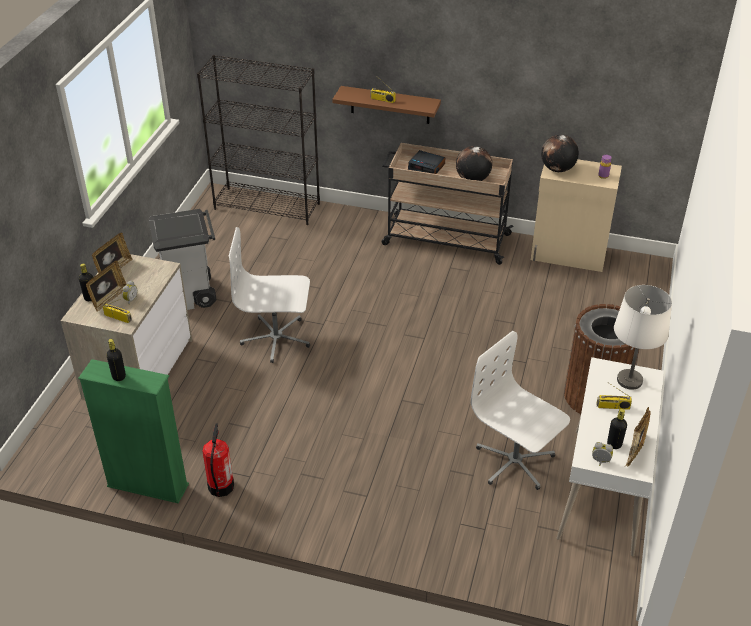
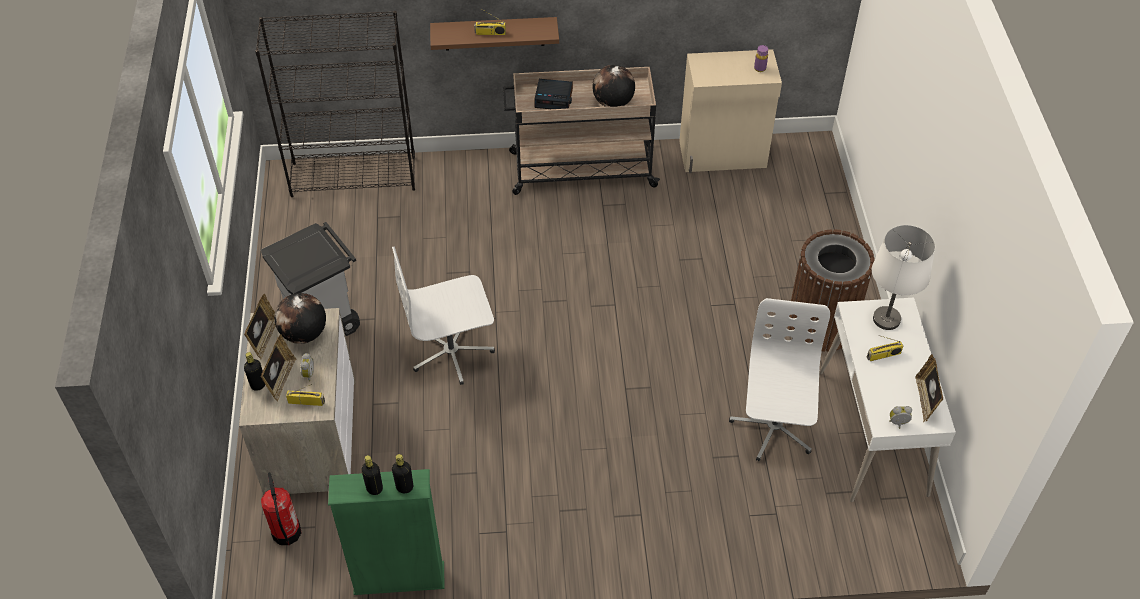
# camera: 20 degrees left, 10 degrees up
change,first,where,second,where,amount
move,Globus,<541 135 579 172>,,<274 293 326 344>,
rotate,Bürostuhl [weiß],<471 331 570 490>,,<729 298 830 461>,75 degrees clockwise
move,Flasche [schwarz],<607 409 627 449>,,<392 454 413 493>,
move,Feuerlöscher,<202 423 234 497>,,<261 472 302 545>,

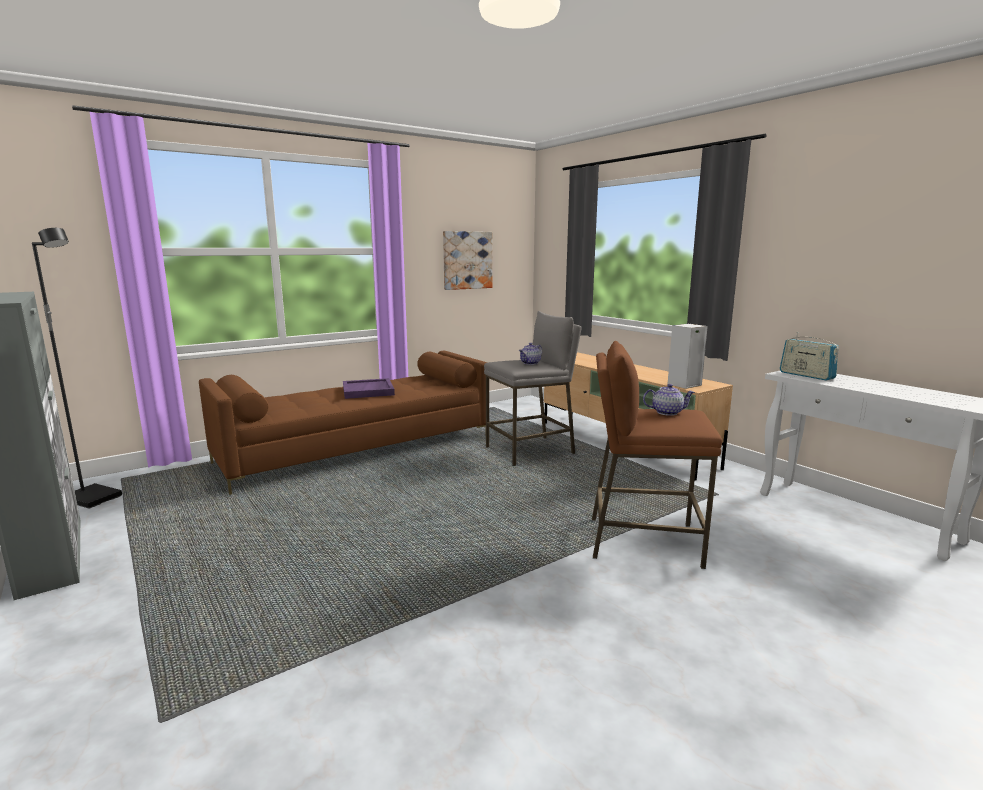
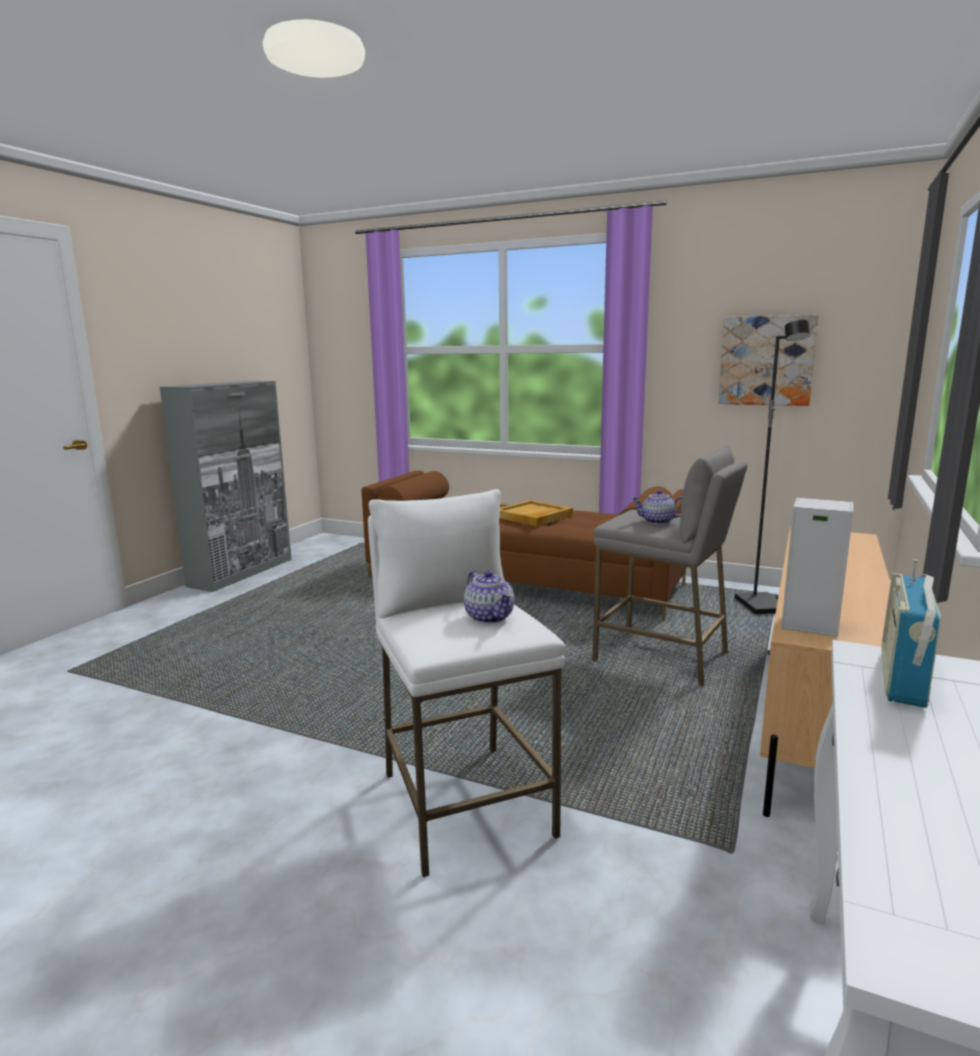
# camera: 60 degrees right, 0 degrees up
change,first,where,second,where,amount
move,Stehlampe [schwarz],<32 228 122 509>,,<735 320 810 615>,
recolor,Hocker [braun],<592 341 722 569>,Hocker [weiß],<368 489 565 877>,
recolor,Tablett [lila],<343 378 395 399>,Tablett [beige],<499 500 573 526>,

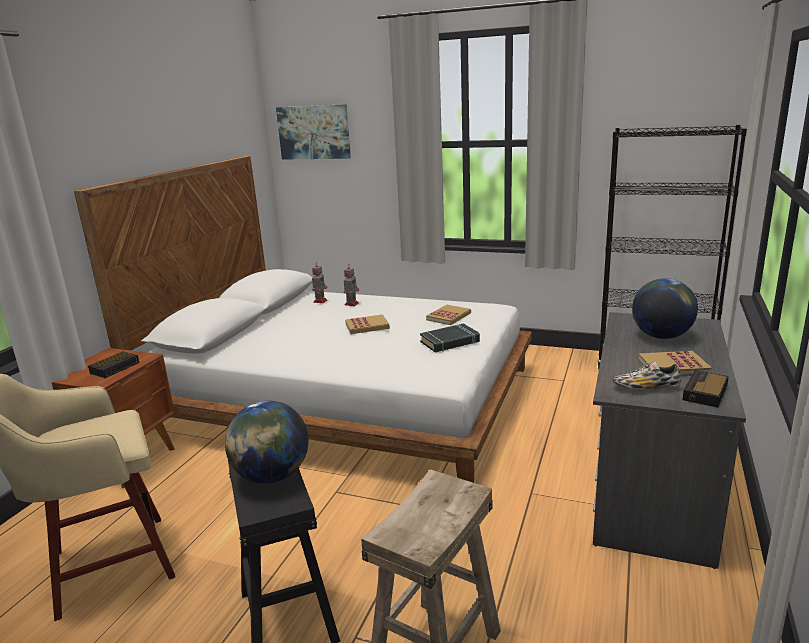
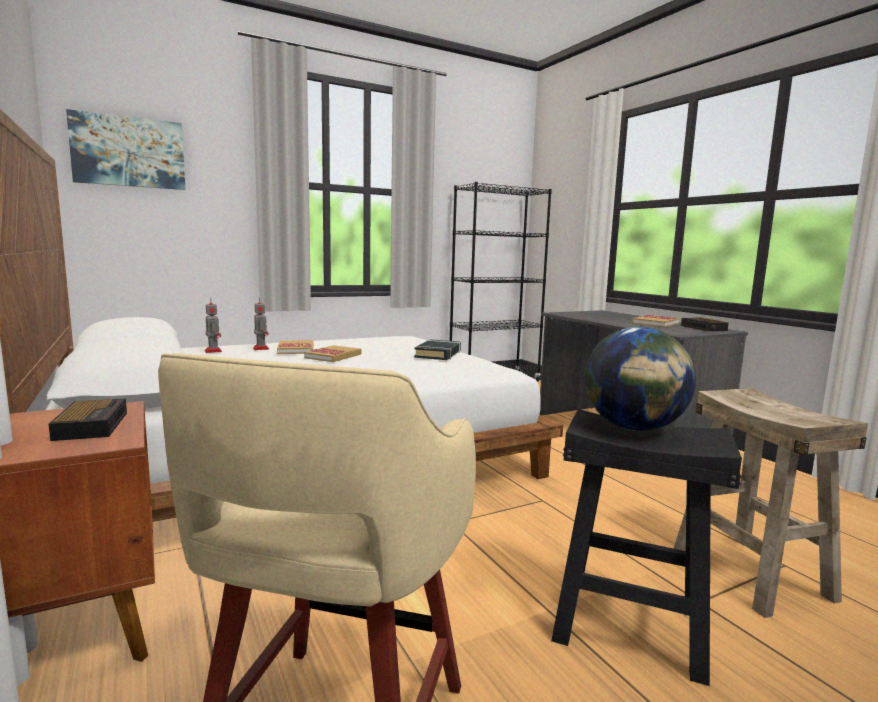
# camera: 50 degrees left, 10 degrees down
change,first,where,second,where,amount
delete,Globus,<632 278 698 339>,,,
move,Buch,<426 305 471 325>,,<277 340 313 354>,
delete,Schuh,<613 361 681 390>,,,

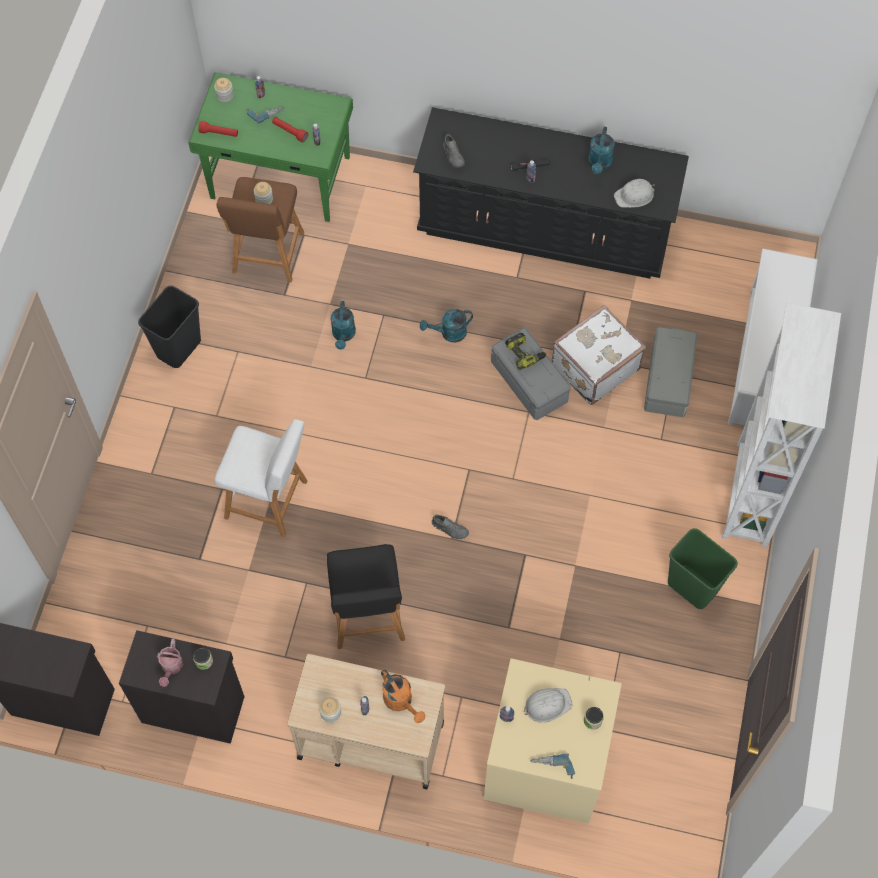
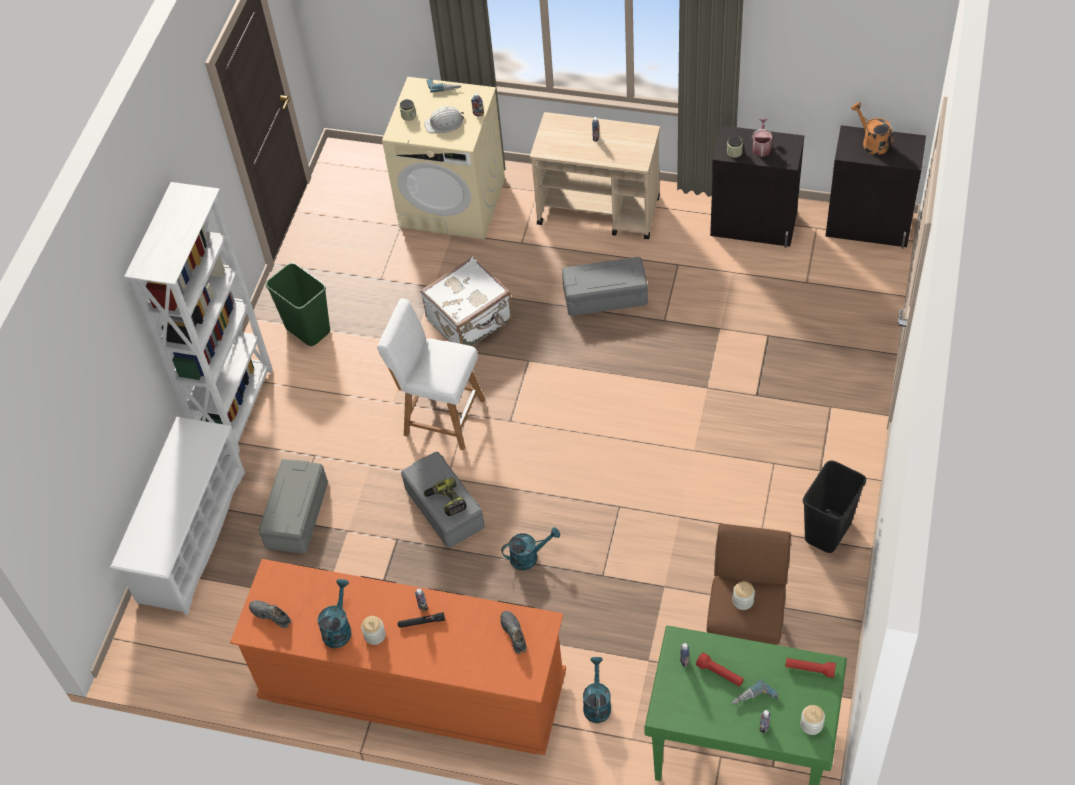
# camera: 175 degrees left, 10 degrees down
change,first,where,second,where,amount
recolor,Kommode [schwarz],<413 107 689 279>,Kommode [orange],<230 559 566 755>,
delete,Schutzhelm [weiß],<614 179 655 208>,,,
move,Gießkanne [türkis],<331 301 356 350>,,<583 657 611 723>,
move,Koffer [weiß],<552 305 646 405>,,<420 257 513 346>,
move,Hocker [weiß],<215 419 308 537>,,<377 298 485 450>,
move,Schuh [grau],<432 514 469 539>,,<249 600 291 628>,
replace,Hocker [schwarz],<327 544 405 649>,Aufbewahrungsbox [grau],<562 257 648 316>,
move,Gießkanne [orange],<381 669 425 723>,,<851 102 894 155>,
move,Vorratsglas,<319 697 341 723>,,<361 616 386 645>,

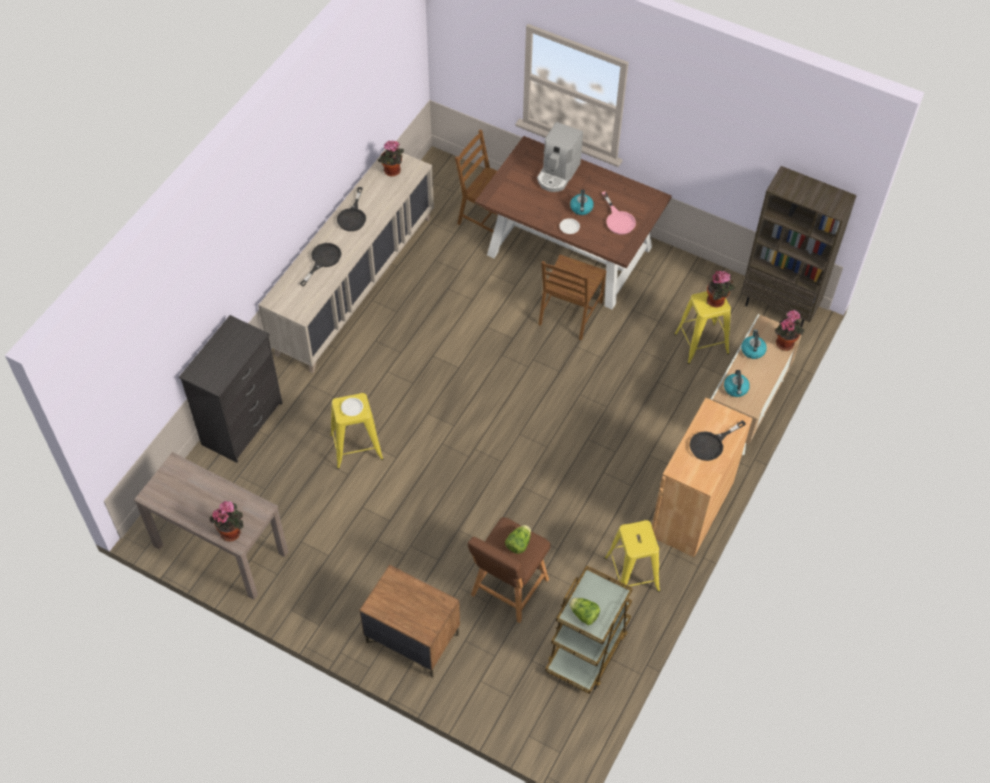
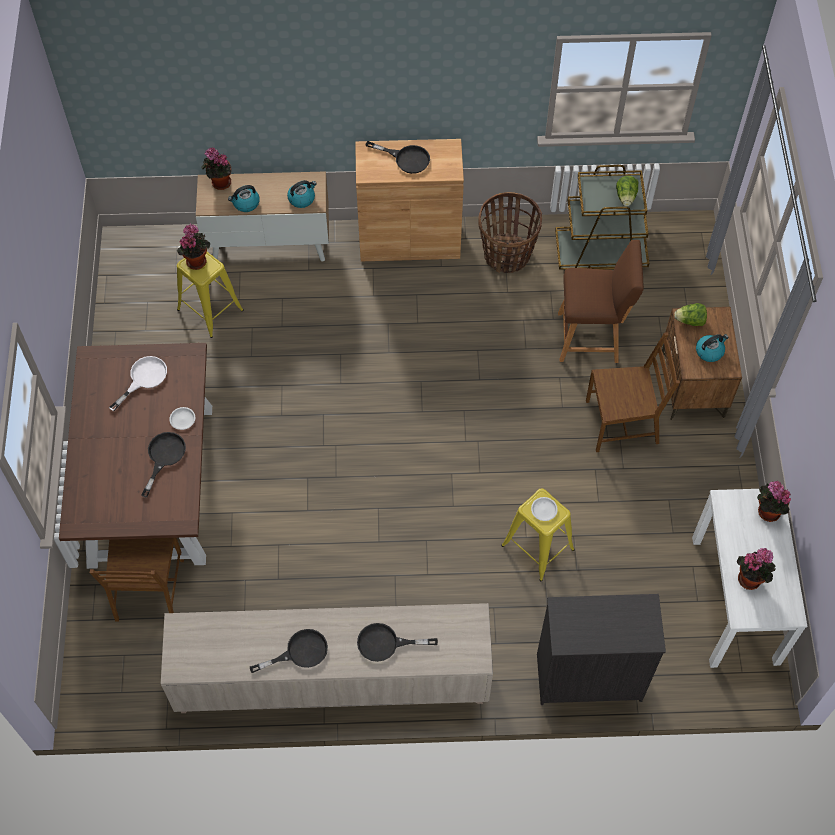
# camera: 120 degrees left, 5 degrees up
change,first,where,second,where,amount
delete,Kaffeemaschine,<537 122 583 192>,,,
move,Topfpflanze,<378 141 404 176>,,<737 548 776 590>,
delete,Bücherregal [braun],<741 166 857 327>,,,
move,Wasserkessel,<570 189 594 215>,,<696 334 729 362>,
recolor,Pfanne [rosa],<602 191 636 235>,Pfanne [weiß],<109 356 167 411>,
move,Stuhl [braun],<538 255 606 340>,,<586 332 680 452>,
recolor,Konsolentisch [braun],<134 452 288 600>,Konsolentisch [weiß],<692 489 807 668>,
replace,Hocker [gelb],<605 520 660 592>,Korb,<478 192 542 273>,
move,Salatkopf,<505 525 531 554>,,<674 303 707 326>,
insert,,,Pfanne [schwarz],<141 432 186 497>,

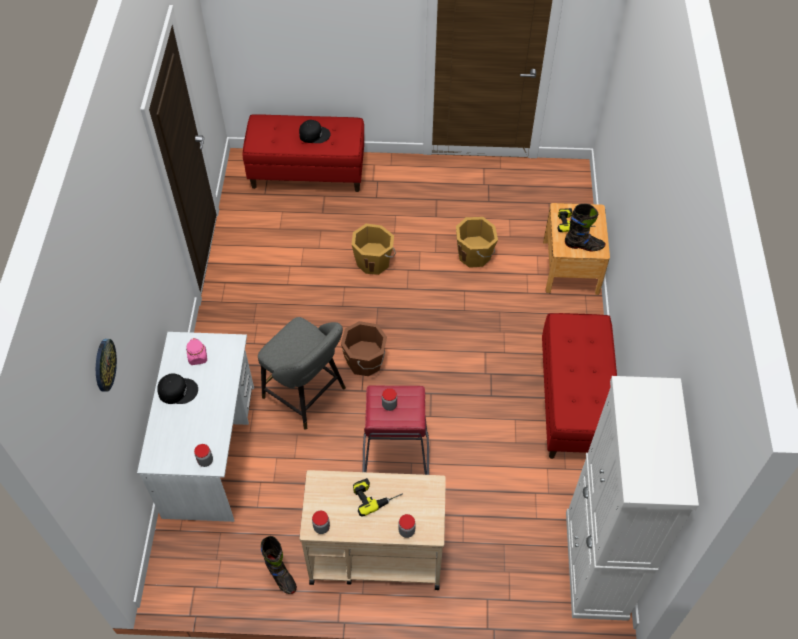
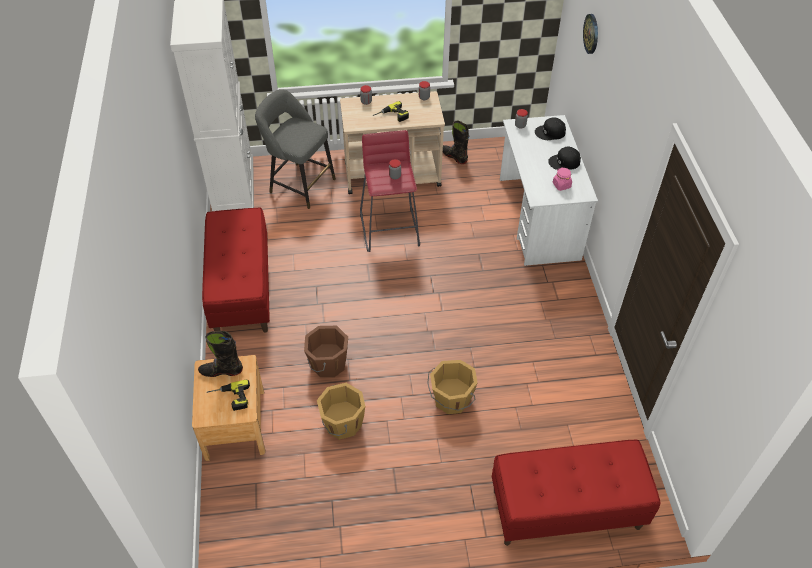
# camera: 170 degrees right, 5 degrees down
change,first,where,second,where,amount
move,Kappe [schwarz],<299 120 331 143>,,<535 117 566 140>,
move,Hocker [grau],<258 317 346 430>,,<255 89 336 209>,
move,Eimer [braun],<341 321 387 376>,,<304 326 348 377>,

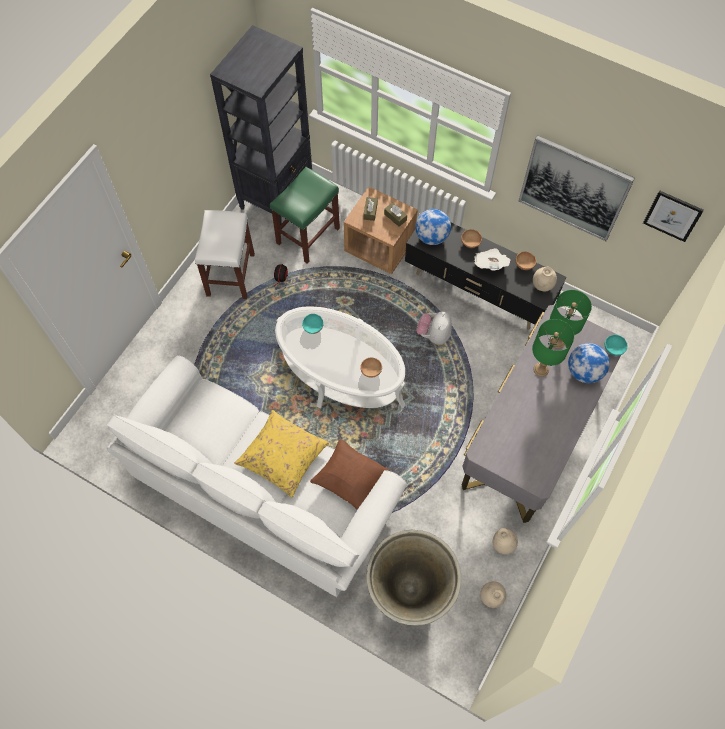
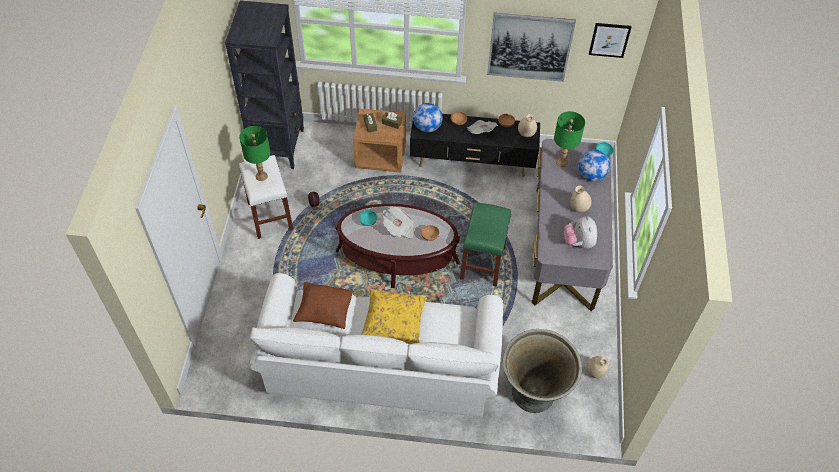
# camera: 25 degrees left, 10 degrees down
change,first,where,second,where,amount
move,Hocker [grün],<270 167 340 264>,,<460 202 511 287>,
recolor,Couchtisch [weiß],<275 306 405 409>,Couchtisch [braun],<335 204 460 288>,
move,Plüschtier,<416 311 452 344>,,<563 216 597 249>,
move,Tischlampe [grün],<532 319 574 377>,,<239 126 270 181>,
move,Kissen [braun],<310 439 390 509>,,<293 282 353 329>,
move,Vase [beige],<493 528 518 554>,,<570 186 592 213>,
insert,,,Zeitung,<383 206 414 238>,

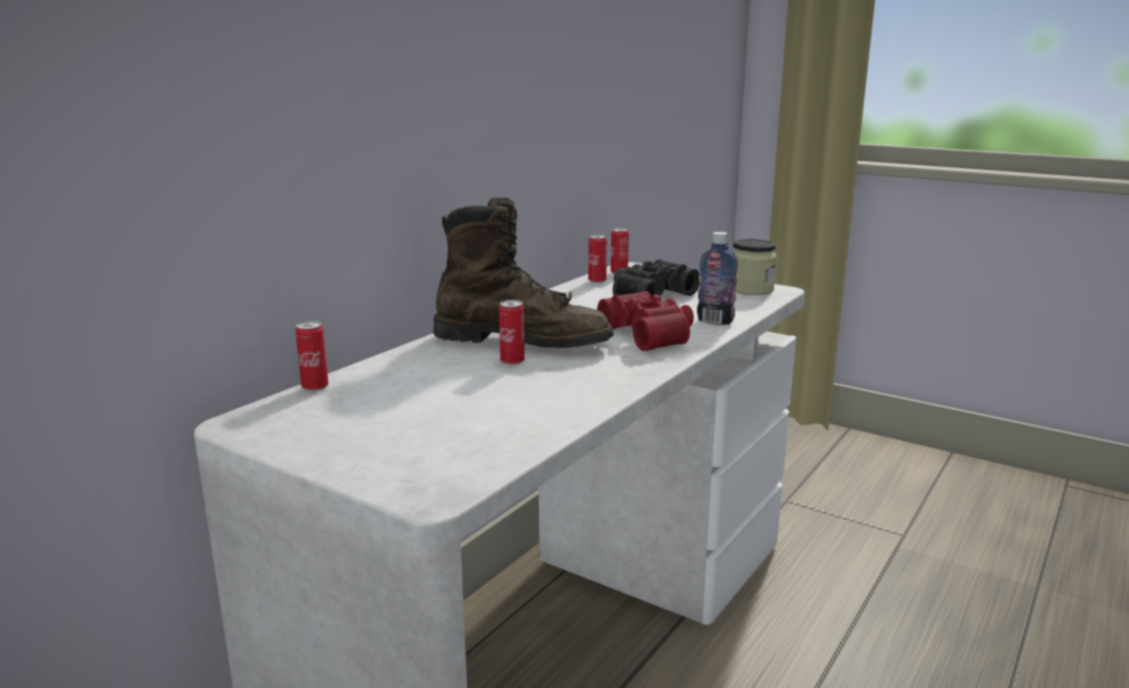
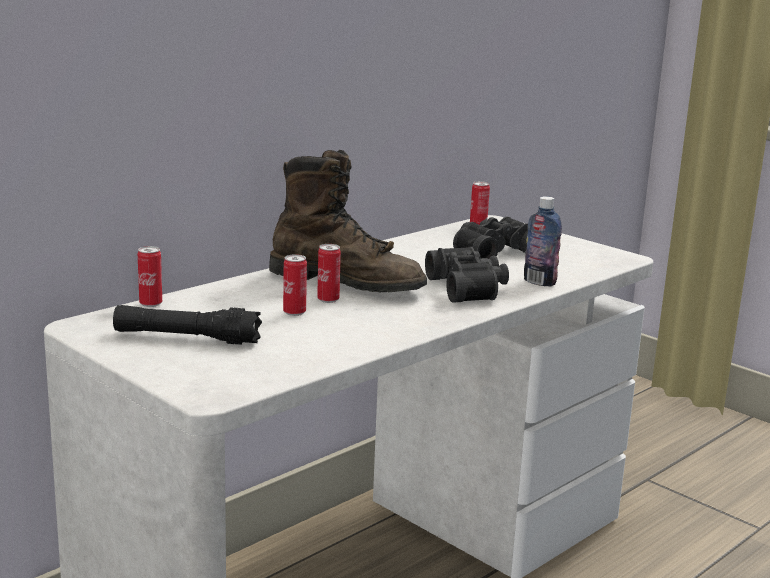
# camera: 10 degrees right, 0 degrees up
change,first,where,second,where,amount
move,Dose,<588 234 607 283>,,<283 254 307 316>,
delete,Vorratsglas,<733 239 777 295>,,,
recolor,Fernglas [rot],<597 291 694 351>,Fernglas [schwarz],<425 247 509 303>,
insert,,,Taschenlampe [schwarz],<113 305 262 345>,

